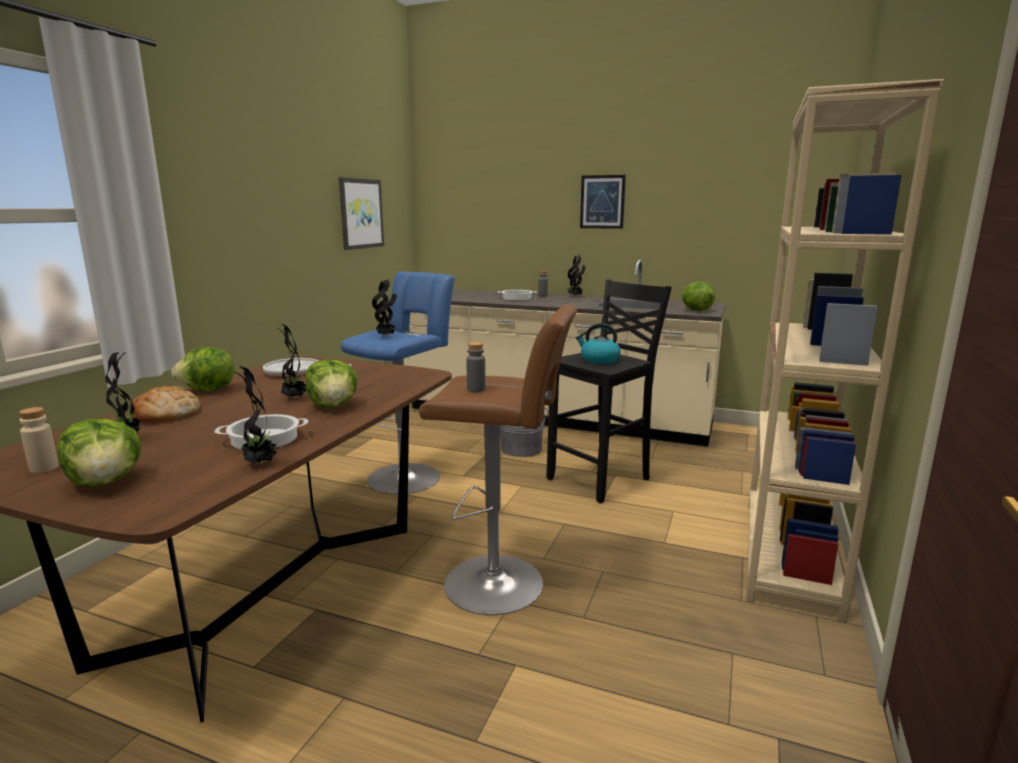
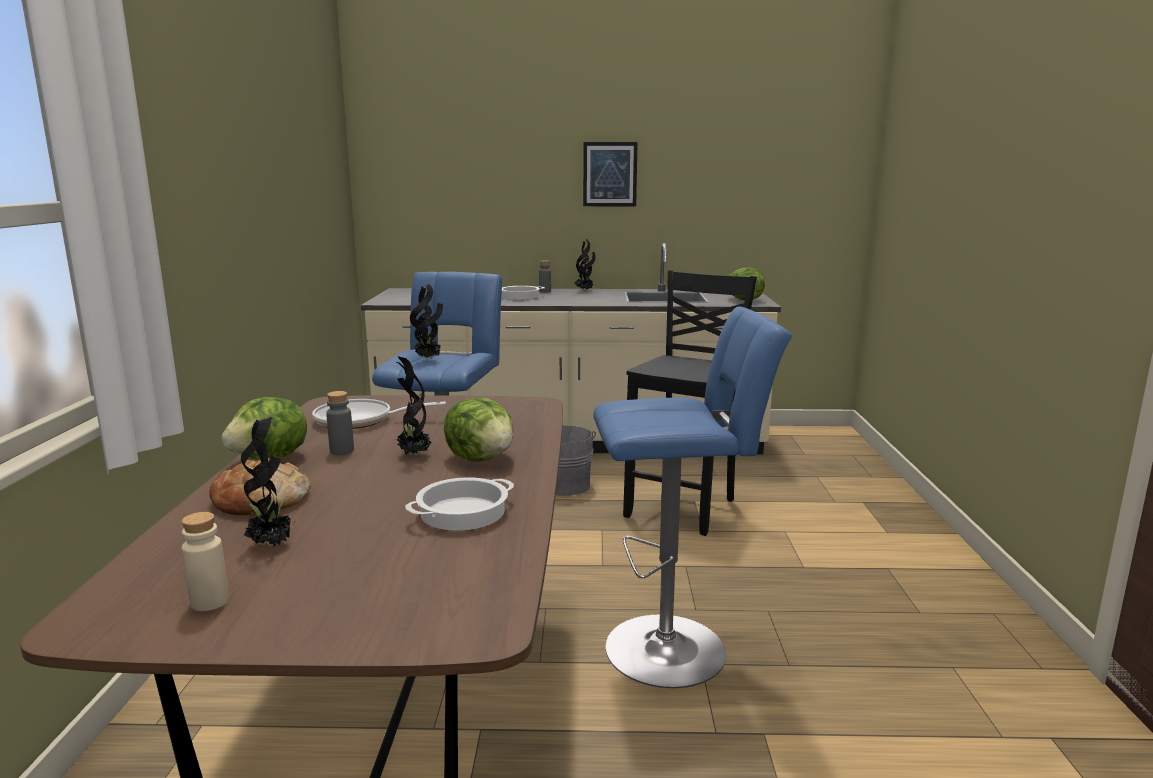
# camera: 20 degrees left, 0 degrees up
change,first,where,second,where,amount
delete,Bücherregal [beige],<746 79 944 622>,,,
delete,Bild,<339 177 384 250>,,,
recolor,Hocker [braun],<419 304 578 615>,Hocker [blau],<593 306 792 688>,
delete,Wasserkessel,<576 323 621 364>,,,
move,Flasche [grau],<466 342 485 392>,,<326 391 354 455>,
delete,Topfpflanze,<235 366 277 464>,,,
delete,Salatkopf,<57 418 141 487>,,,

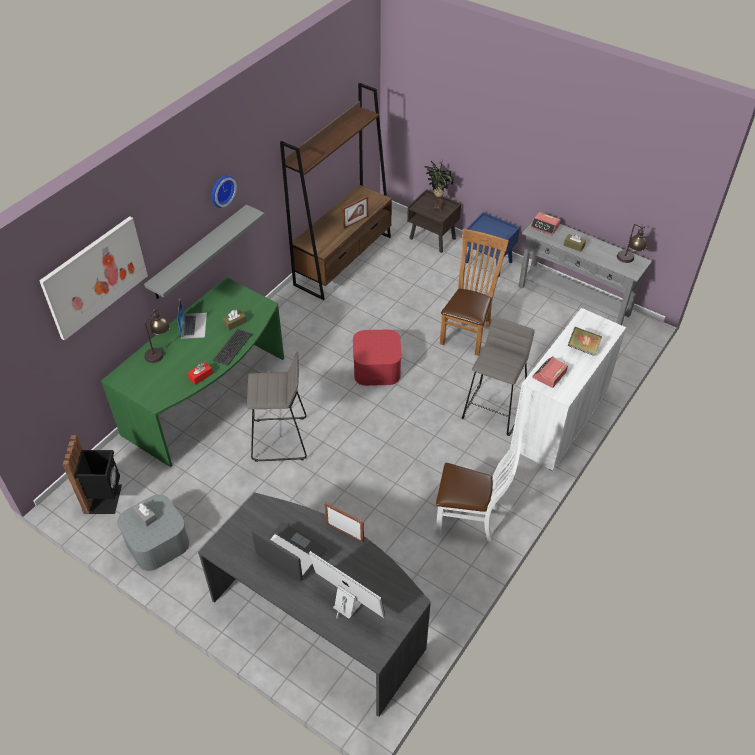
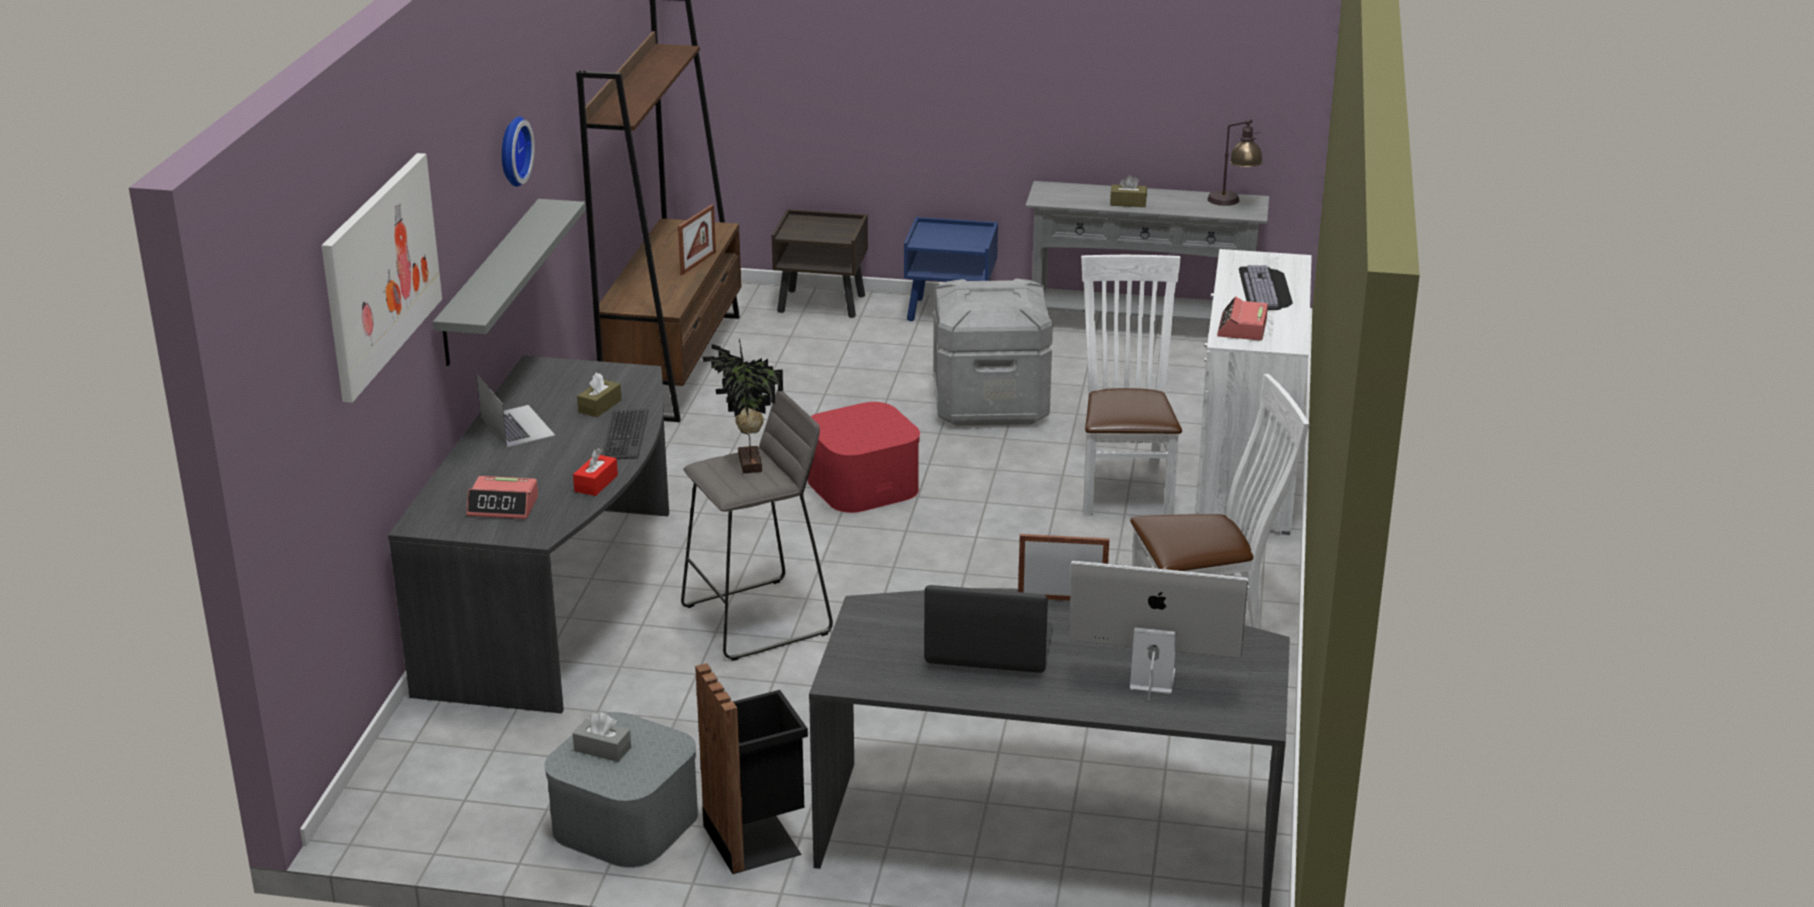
# camera: 25 degrees left, 20 degrees down
change,first,where,second,where,amount
move,Topfpflanze,<424 160 454 212>,,<703 339 783 473>,
move,Wecker,<530 212 561 235>,,<466 476 538 519>,
replace,Stuhl [braun],<440 229 509 356>,Aufbewahrungsbox [grau],<933 278 1053 426>,
recolor,Schreibtisch [grün],<101 277 284 467>,Schreibtisch [grau],<388 355 669 714>,
delete,Tischlampe,<144 309 170 363>,,,
replace,Hocker [grau],<462 316 535 436>,Stuhl [weiß],<1081 255 1182 515>,
replace,Buch,<568 327 602 356>,Tastatur,<1239 265 1293 310>,
move,Mülleimer [schwarz],<63 435 122 514>,,<695 663 808 874>,

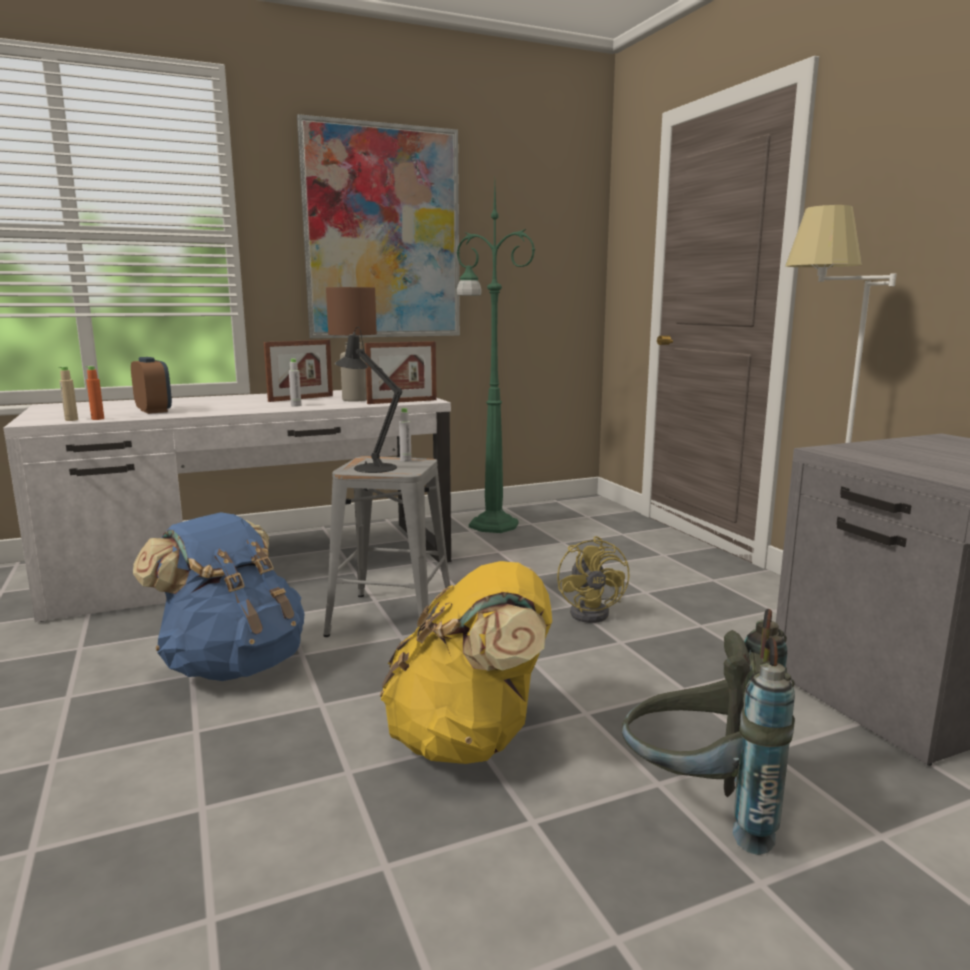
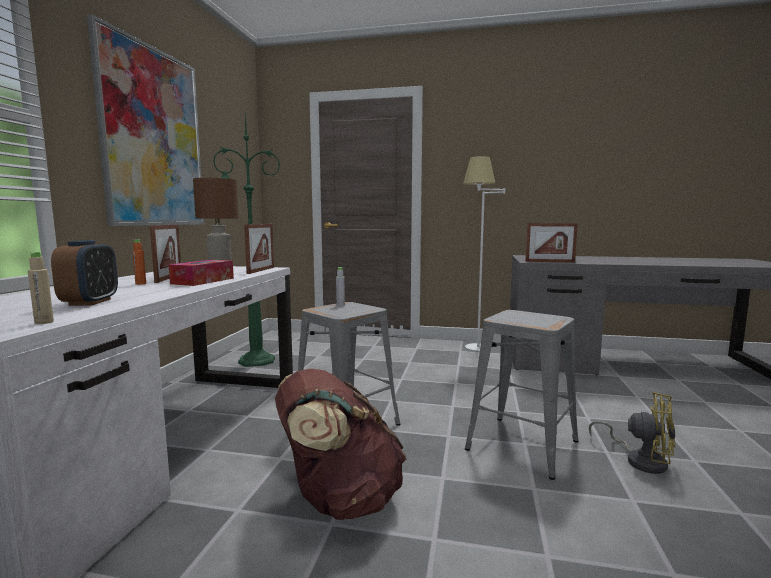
# camera: 55 degrees left, 5 degrees down
change,first,where,second,where,amount
delete,Tischlampe [schwarz],<335 327 402 473>,,,
rotate,Wecker,<131 357 172 414>,,<51 240 118 306>,90 degrees clockwise
replace,Flasche [grau],<289 358 301 407>,Taschentuchbox,<168 260 234 286>,
move,Flasche [orange],<86 366 104 420>,,<132 239 146 285>,
recolor,Rucksack [blau],<133 512 305 681>,Rucksack [braun],<275 369 406 520>,
move,Ventilator [gelb],<557 536 630 623>,,<589 392 676 474>,
replace,Rucksack [gelb],<380 561 552 764>,Hocker [grau],<465 310 579 480>,
delete,Rucksack [grau],<622 609 795 855>,,,
insert,,,Bilderrahmen,<525 223 578 263>,

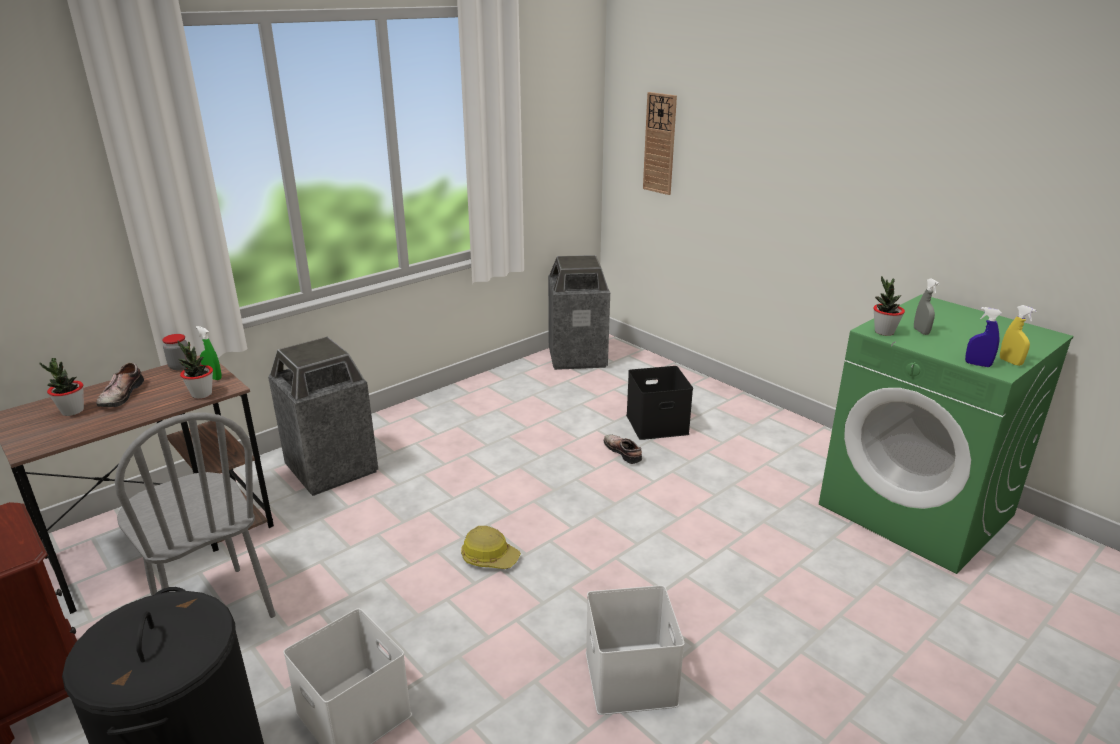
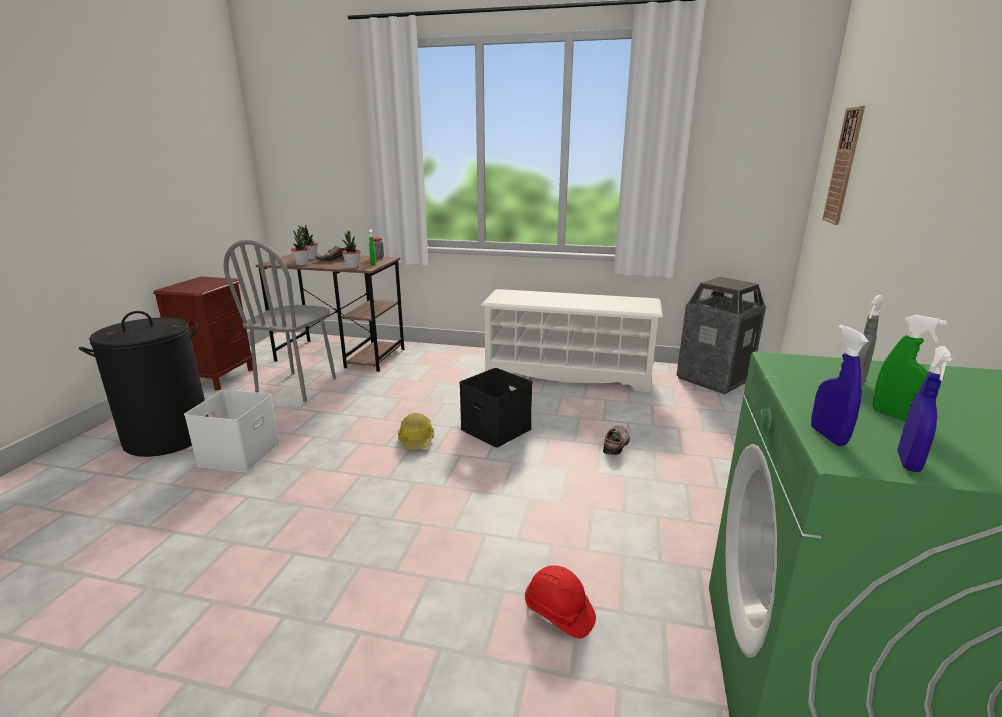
# camera: 55 degrees right, 5 degrees down
change,first,where,second,where,amount
move,Topfpflanze,<873 276 905 336>,,<291 228 310 265>,
recolor,Sprühflasche [gelb],<1000 305 1037 366>,Sprühflasche [blau],<898 346 953 472>,
delete,Mülleimer,<268 337 378 496>,,,
move,Aufbewahrungsbox [schwarz],<626 366 693 440>,,<459 368 532 448>,
delete,Aufbewahrungsbox [weiß],<586 585 685 715>,,,
insert,,,Schuhregal [weiß],<480 289 663 393>,
insert,,,Sprühflasche [grün],<873 315 947 421>,
insert,,,Schutzhelm [rot],<525 565 596 639>,

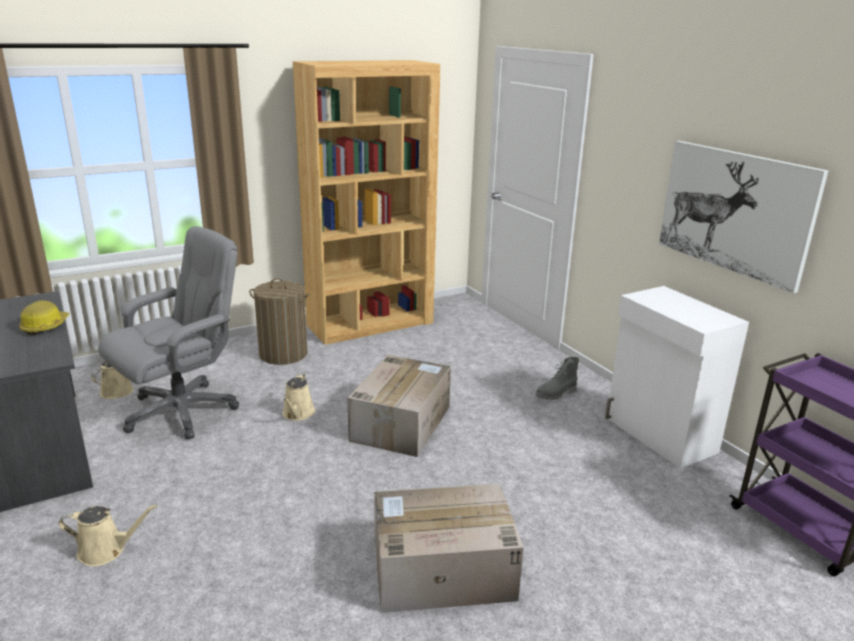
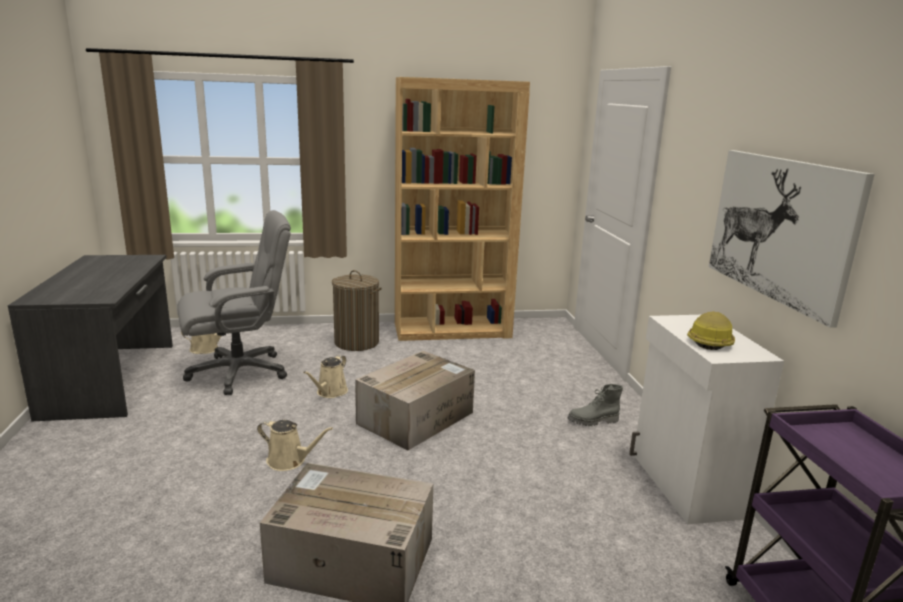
# camera: 20 degrees right, 5 degrees down
change,first,where,second,where,amount
move,Schutzhelm,<19 300 69 335>,,<687 311 735 350>,
move,Gießkanne [beige],<59 505 157 566>,,<257 420 333 471>,

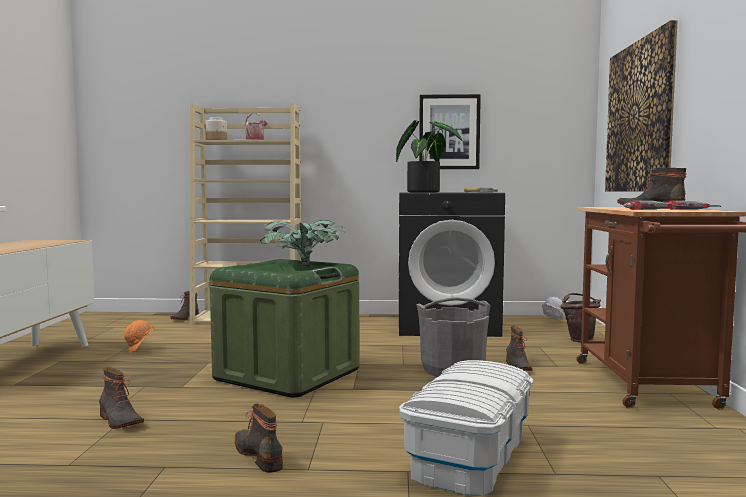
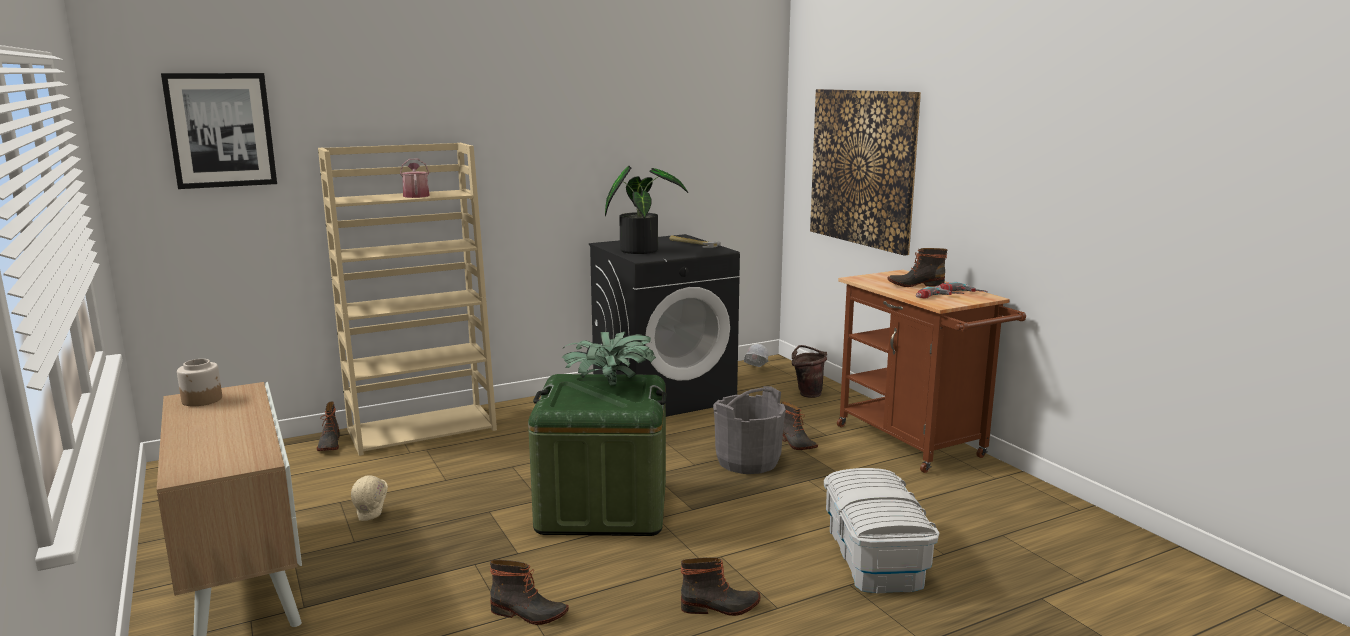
# camera: 30 degrees left, 10 degrees up
change,first,where,second,where,amount
move,Bild,<419 94 481 169>,,<161 73 277 189>,
move,Vorratsglas,<206 117 227 140>,,<177 359 222 406>,
recolor,Schutzhelm [orange],<124 320 154 353>,Schutzhelm [beige],<351 476 388 521>,
rotate,Stiefel,<235 403 283 473>,,<681 557 760 616>,150 degrees clockwise

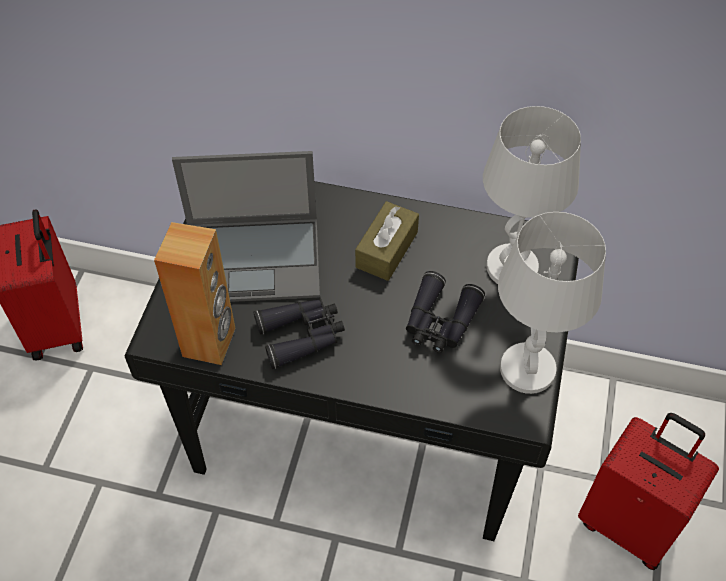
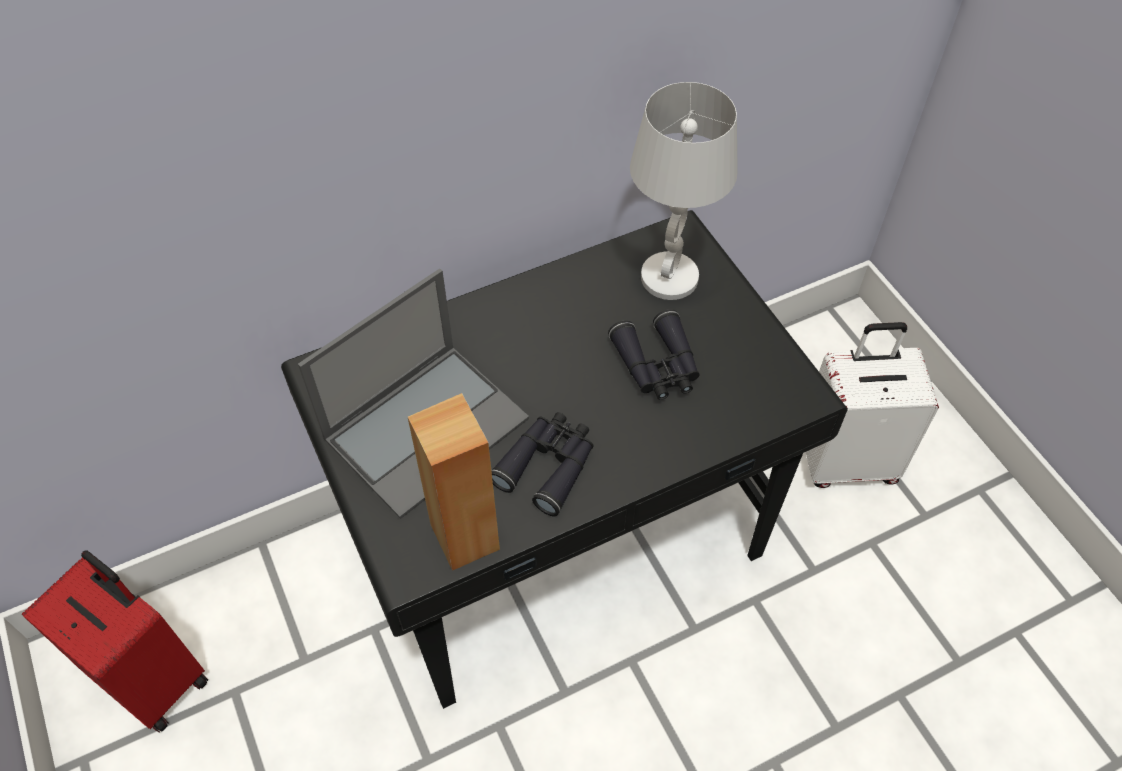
# camera: 40 degrees left, 0 degrees up
change,first,where,second,where,amount
delete,Taschentuchbox [braun],<355 201 419 281>,,,
delete,Tischlampe [weiß],<498 212 606 394>,,,
recolor,Koffer [rot],<578 413 719 570>,Koffer [weiß],<806 322 939 488>,

